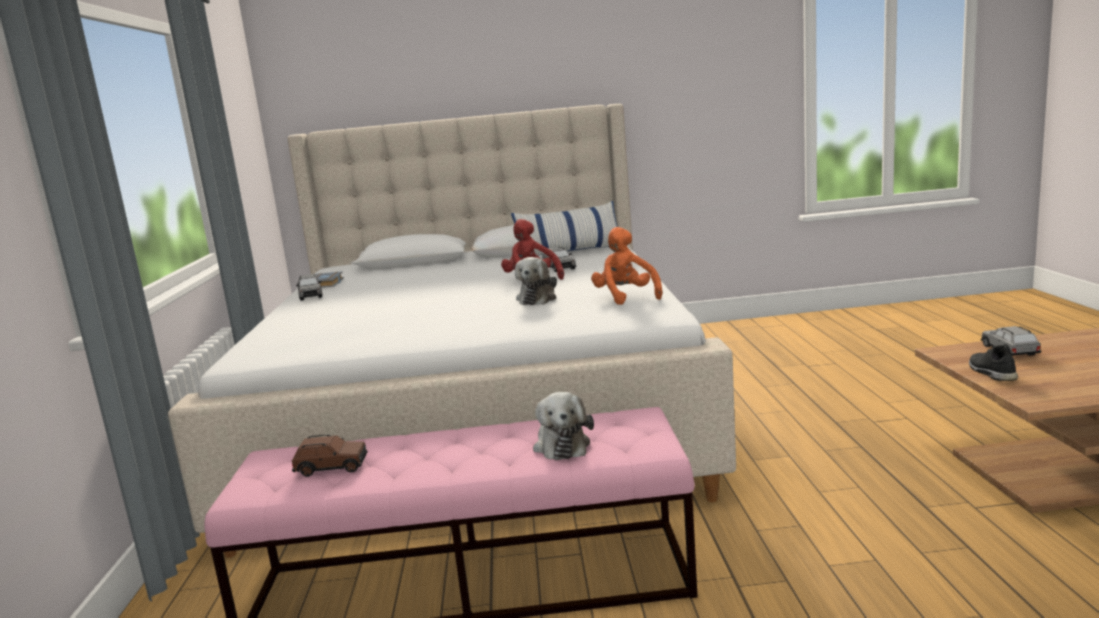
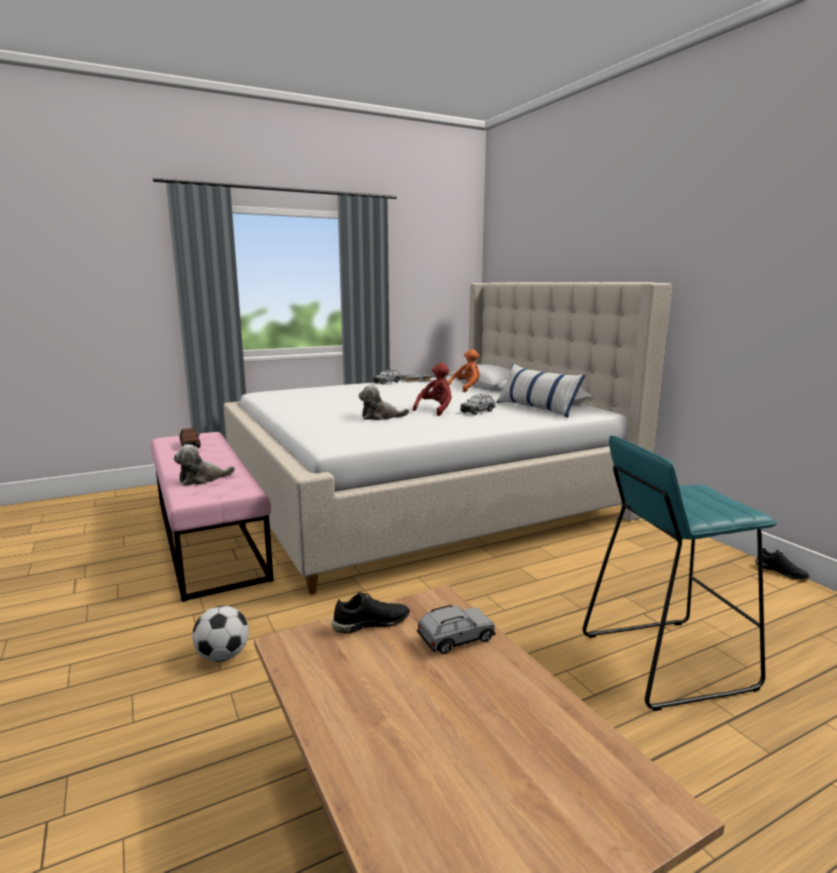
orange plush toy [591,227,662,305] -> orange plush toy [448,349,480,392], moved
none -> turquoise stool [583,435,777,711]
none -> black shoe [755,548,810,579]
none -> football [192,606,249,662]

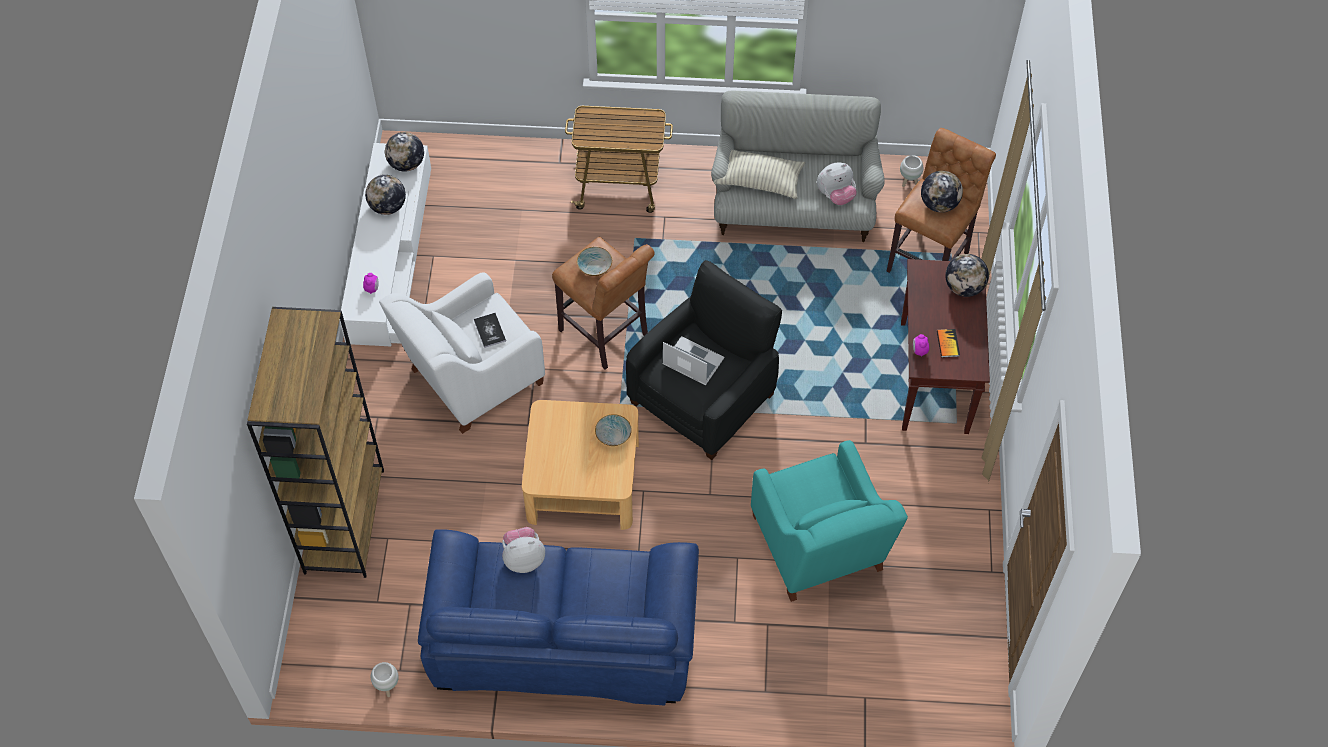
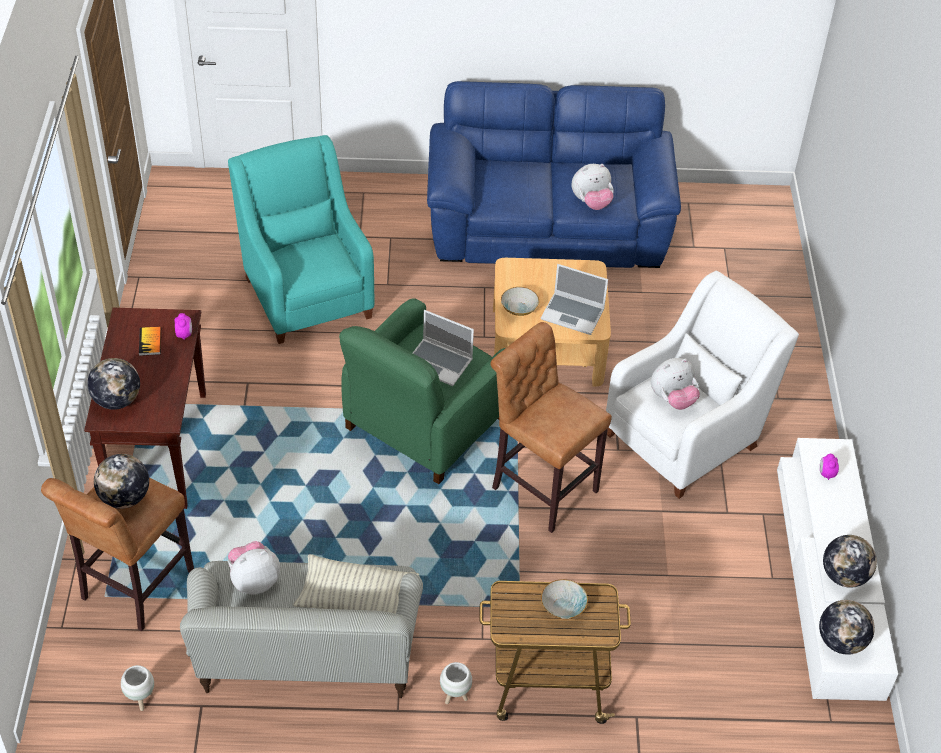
bowl [577,247,612,276] -> bowl [541,579,588,619], moved
black armchair [626,260,782,460] -> green armchair [339,298,505,484]
brown bookcase [247,307,384,578] -> none
book [474,313,506,348] -> plush toy [651,358,700,410]
white planter [371,662,399,697] -> white planter [440,662,472,704], moved
none -> laptop [541,264,608,335]

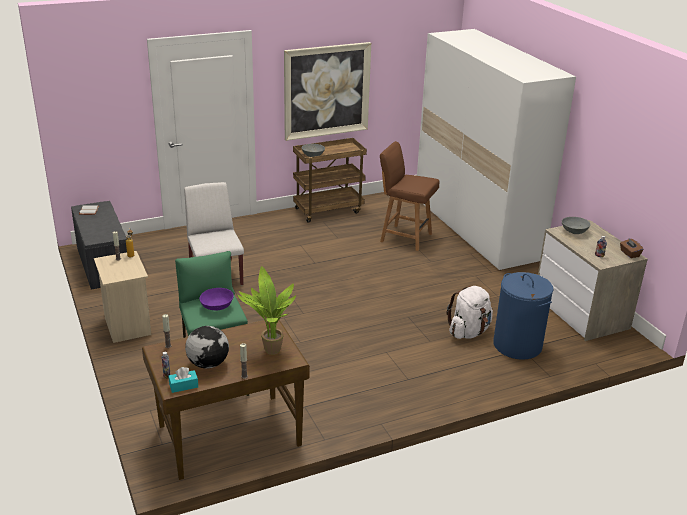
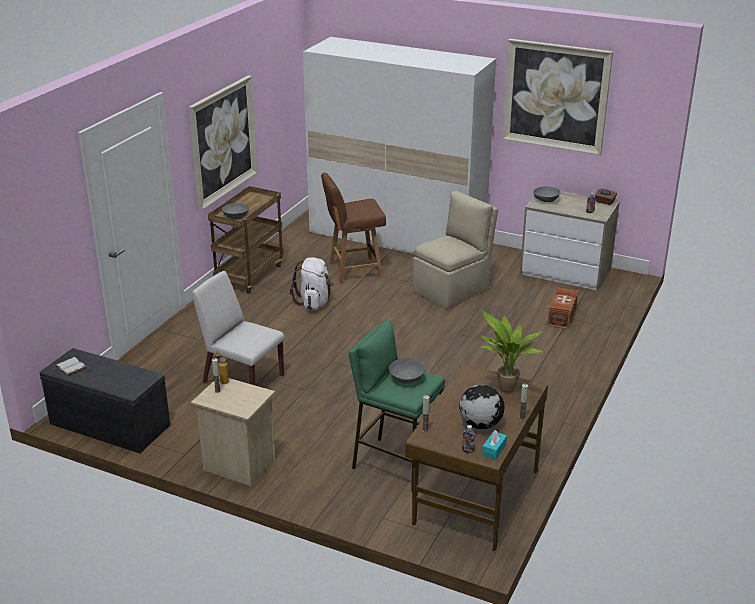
blue laundry basket [493,272,554,360] -> brown storage box [547,287,578,329]
white backpack [446,286,493,339] -> white backpack [290,257,334,310], moved
purple bowl [199,288,234,311] -> grey bowl [389,358,426,384]
none -> picture [502,39,613,155]
none -> beige chair [413,191,498,309]

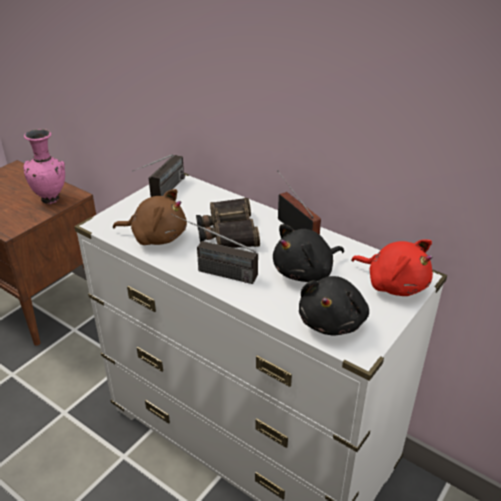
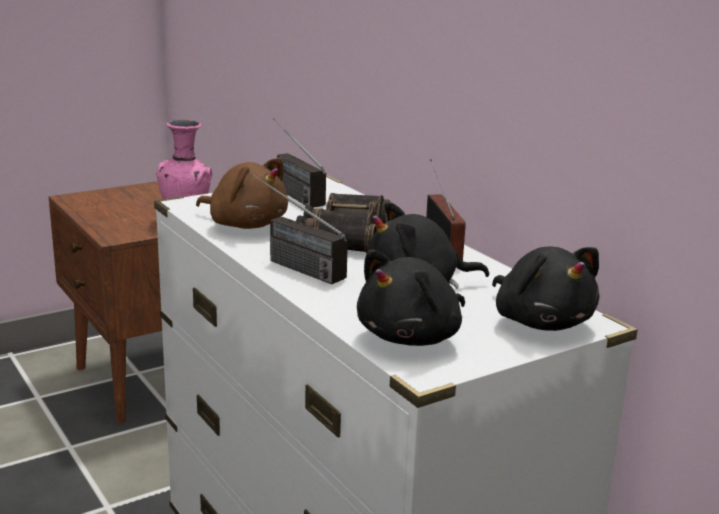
radio [132,154,185,197] -> radio [273,118,326,208], 105 degrees clockwise
red plush toy [351,239,433,296] -> black plush toy [492,247,600,331]

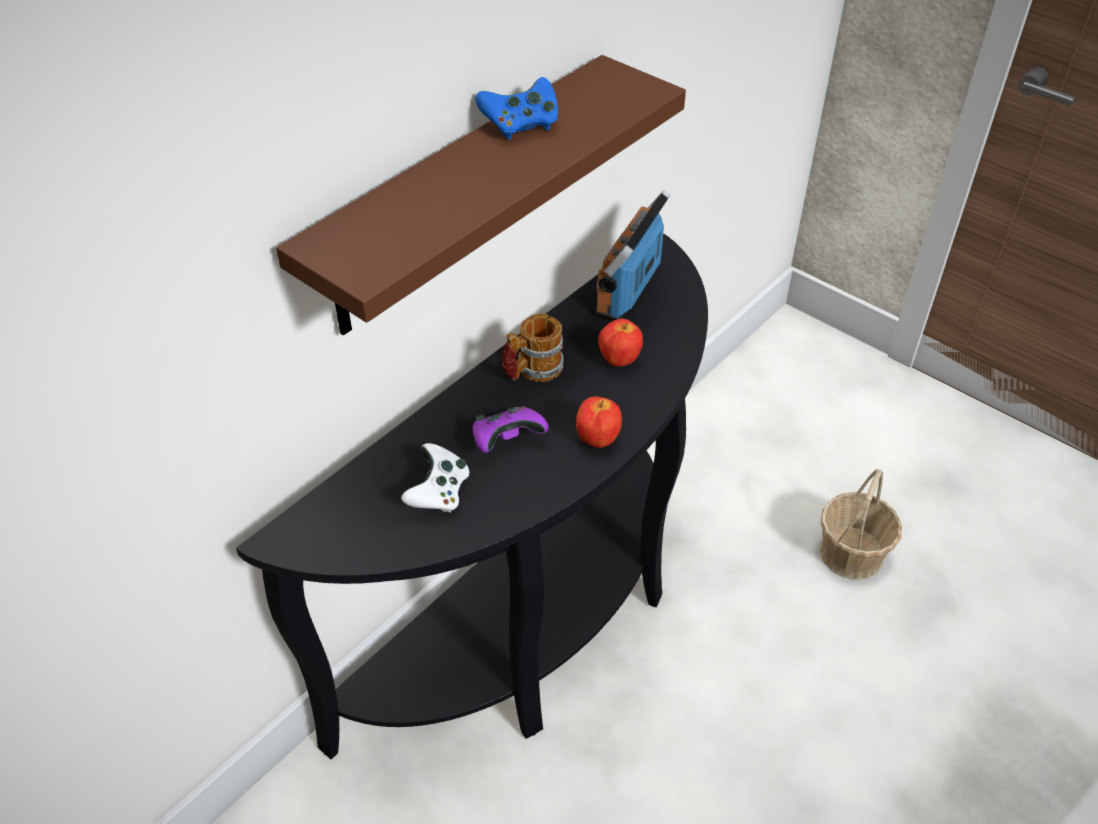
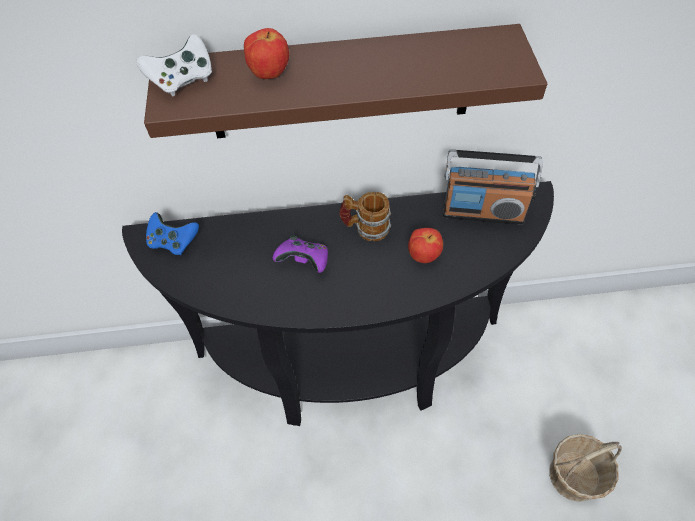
blue game controller [475,77,558,140] -> blue game controller [146,212,199,255], moved
radio [595,190,670,321] -> radio [443,150,543,225], 150 degrees counterclockwise
apple [576,396,622,448] -> apple [244,28,289,79], moved
white game controller [401,443,469,513] -> white game controller [136,34,212,97], moved

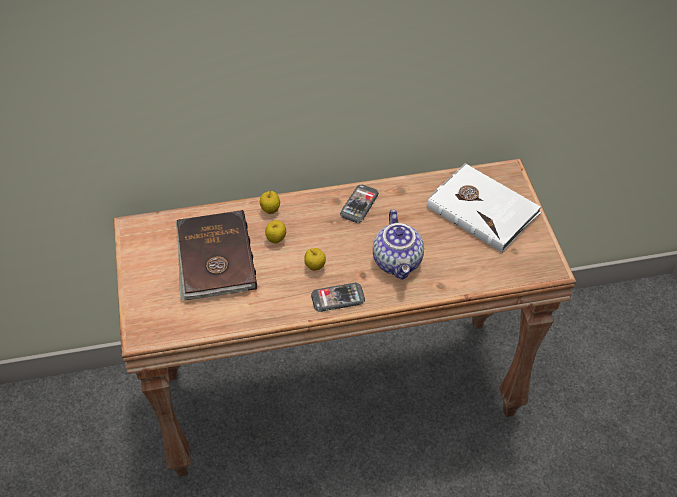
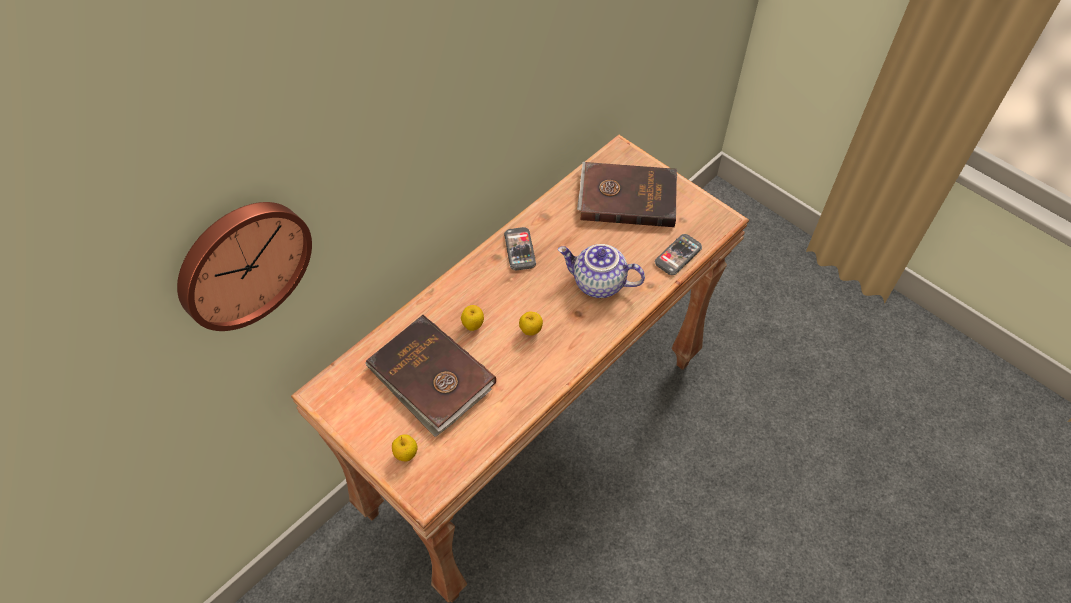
white book [427,163,541,253] -> brown book [577,162,677,227]
apple [260,190,280,214] -> apple [392,434,418,462], moved
teapot [373,210,424,280] -> teapot [558,244,645,298], 150 degrees clockwise
phone [311,283,365,312] -> phone [655,234,702,275], moved
none -> wall clock [177,202,312,331]

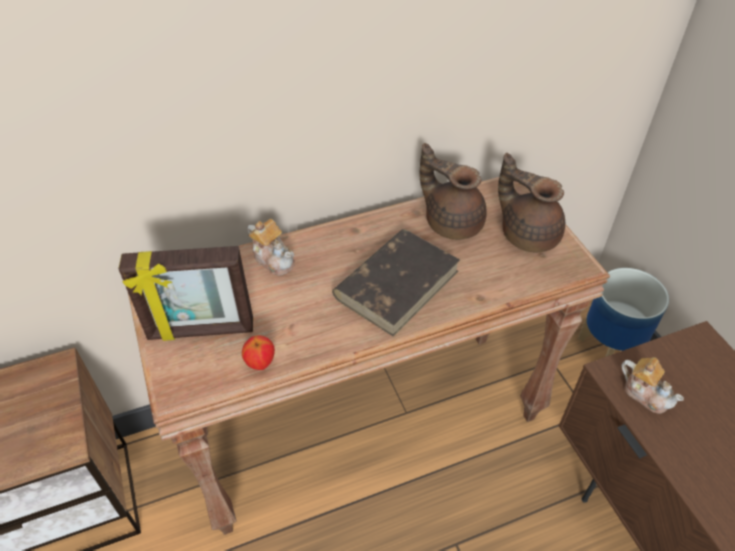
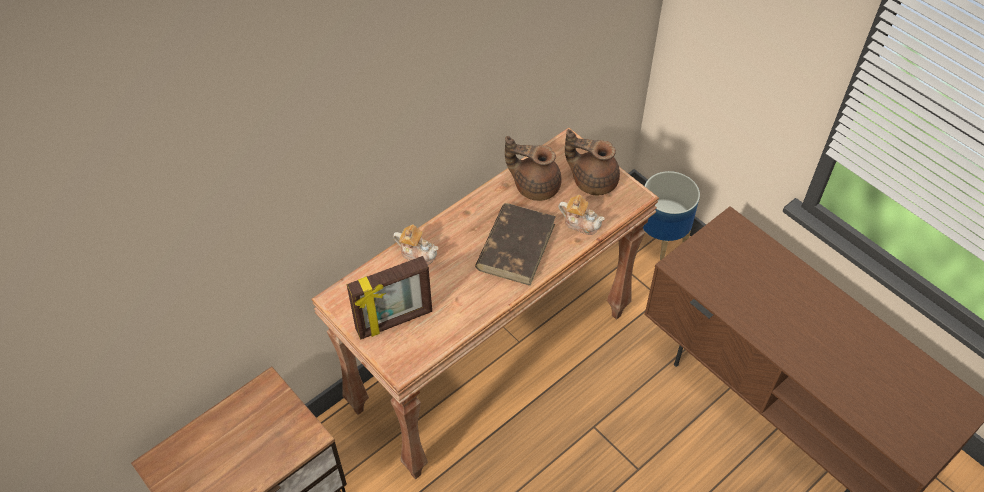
apple [242,335,275,370] -> none
teapot [621,357,684,414] -> teapot [558,195,605,235], moved

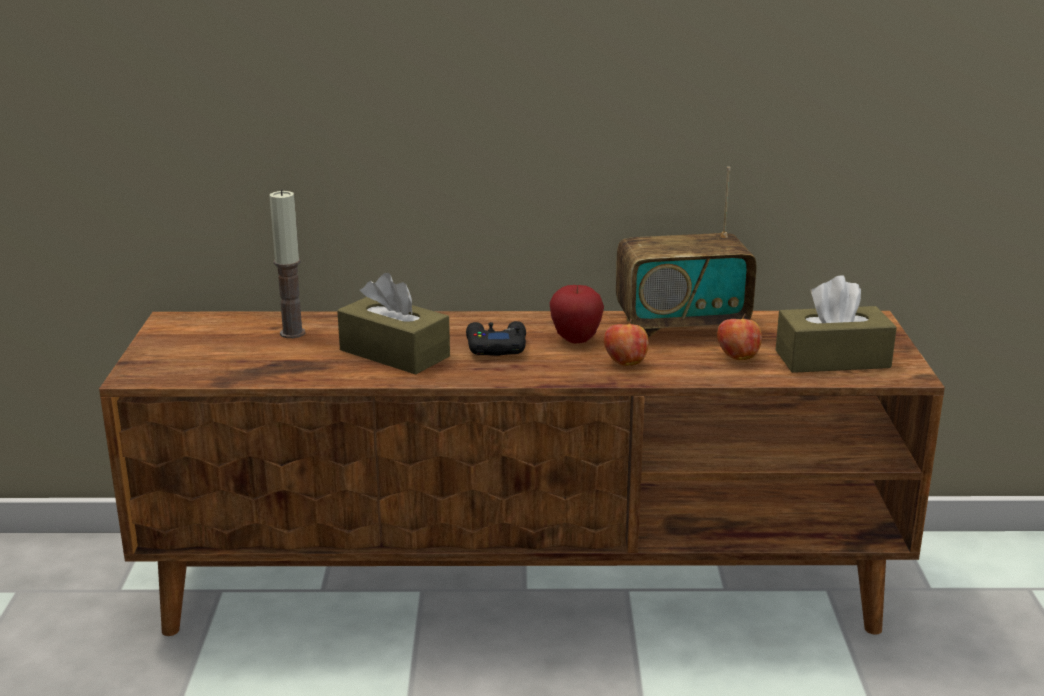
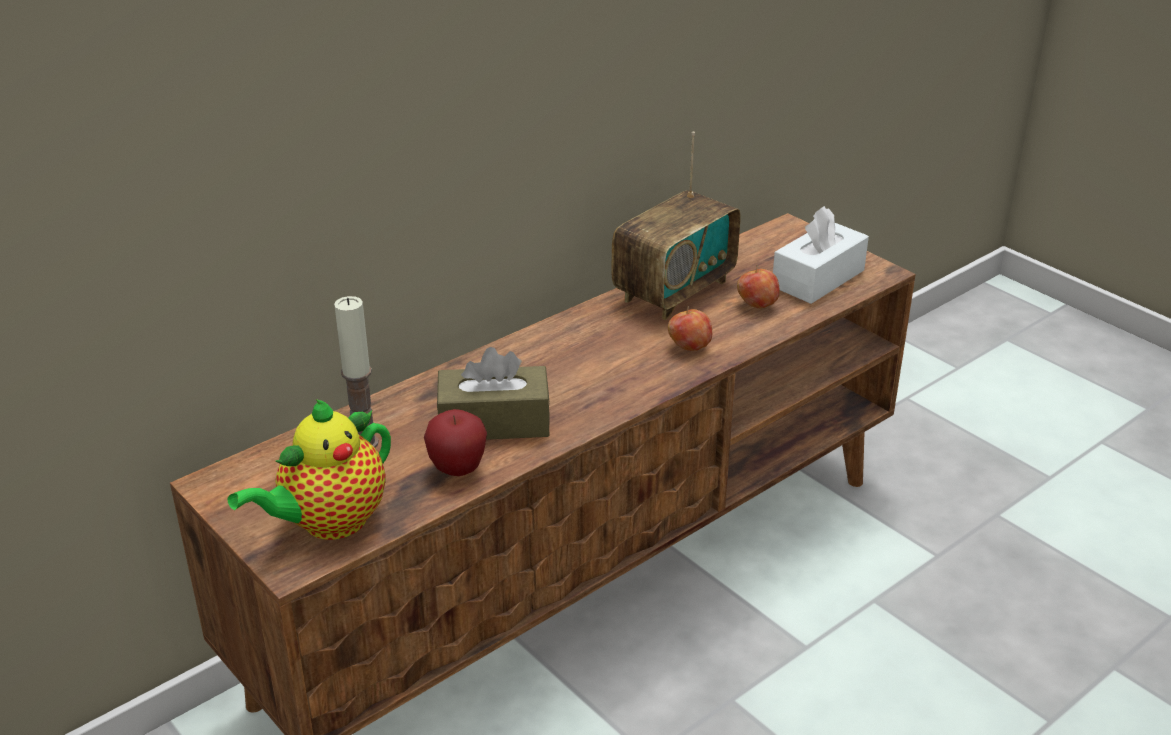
brown tissue box [776,275,897,373] -> white tissue box [773,206,869,304]
apple [549,285,604,343] -> apple [424,409,487,476], moved
black game controller [466,321,526,356] -> none
none -> teapot [227,399,391,540]

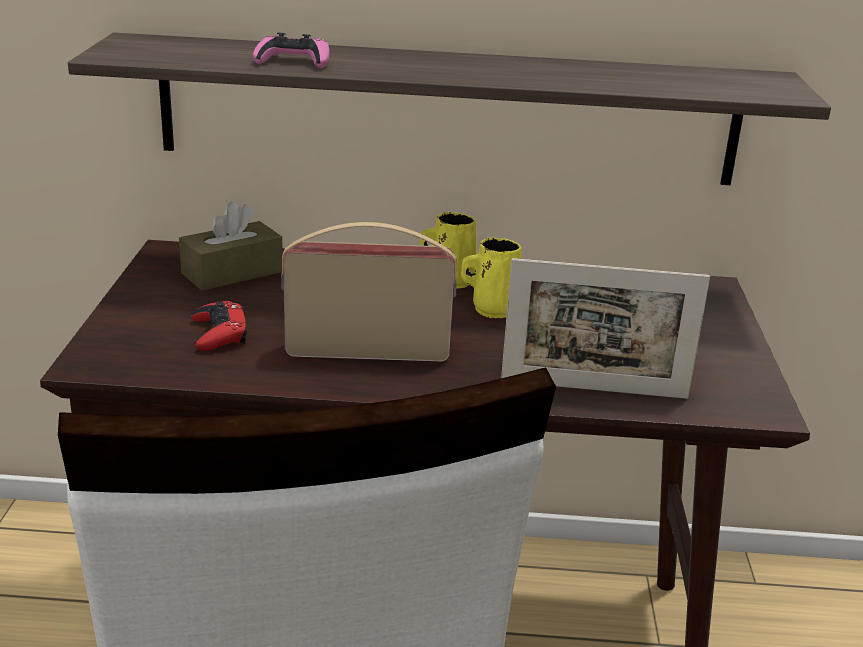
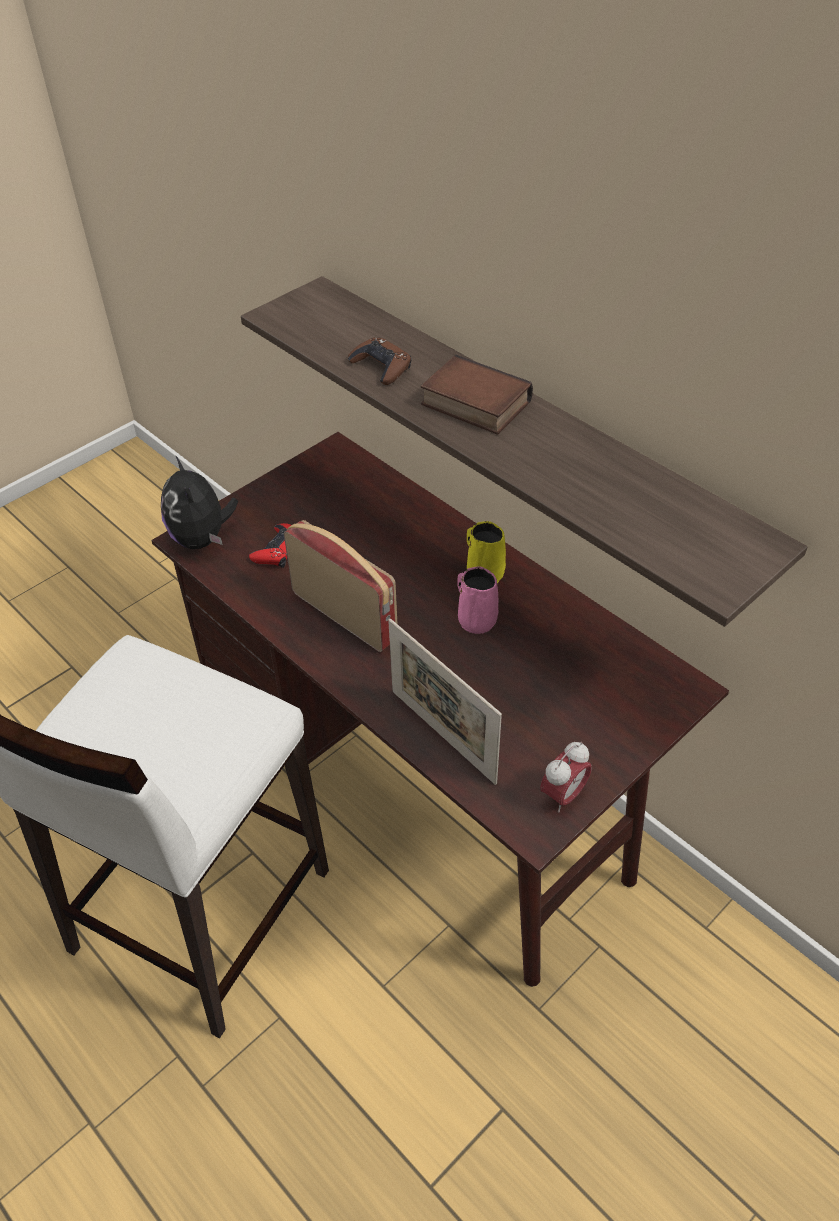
pink game controller [253,33,330,68] -> brown game controller [348,337,411,385]
brown tissue box [179,202,283,291] -> none
yellow mug [461,238,522,318] -> pink mug [457,566,498,634]
none -> book [421,355,533,434]
none -> plush toy [161,455,238,549]
none -> alarm clock [540,742,592,812]

